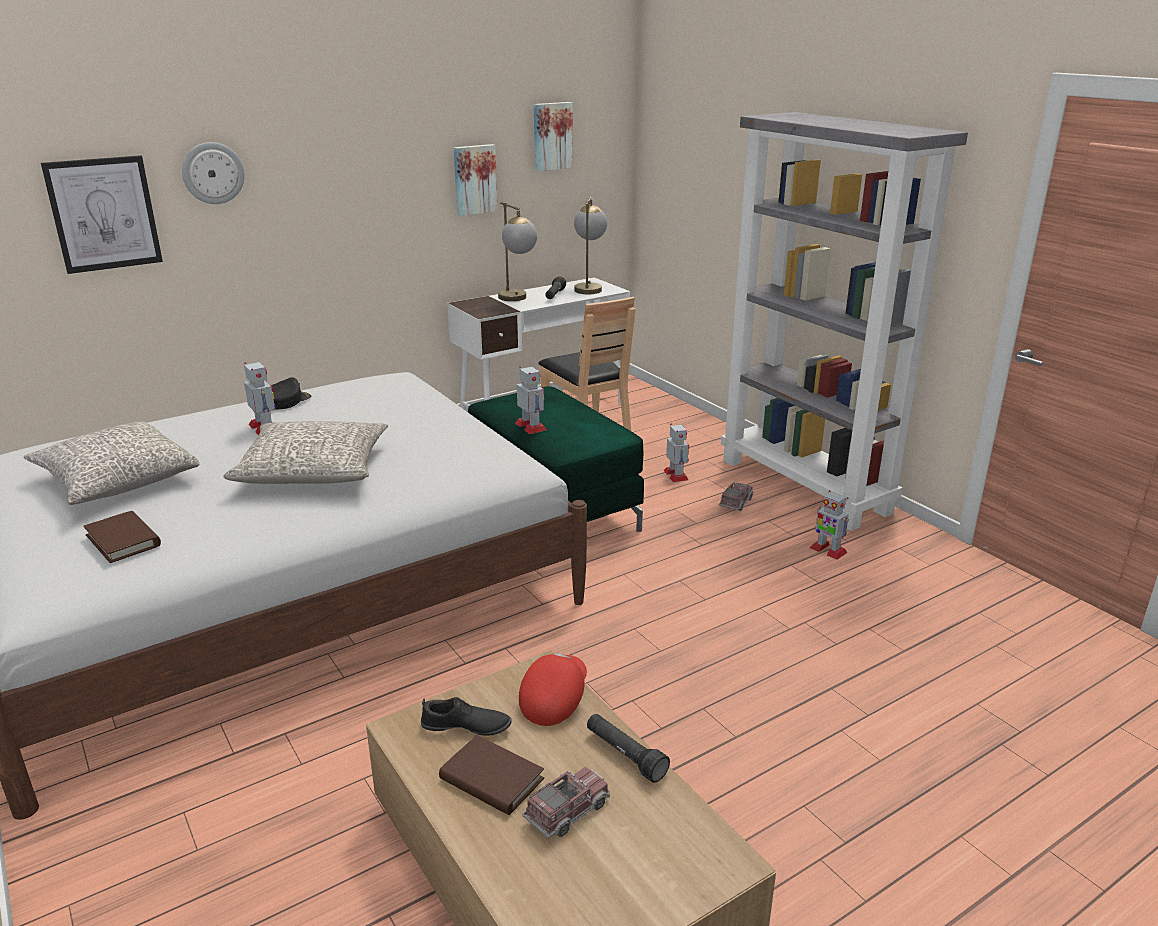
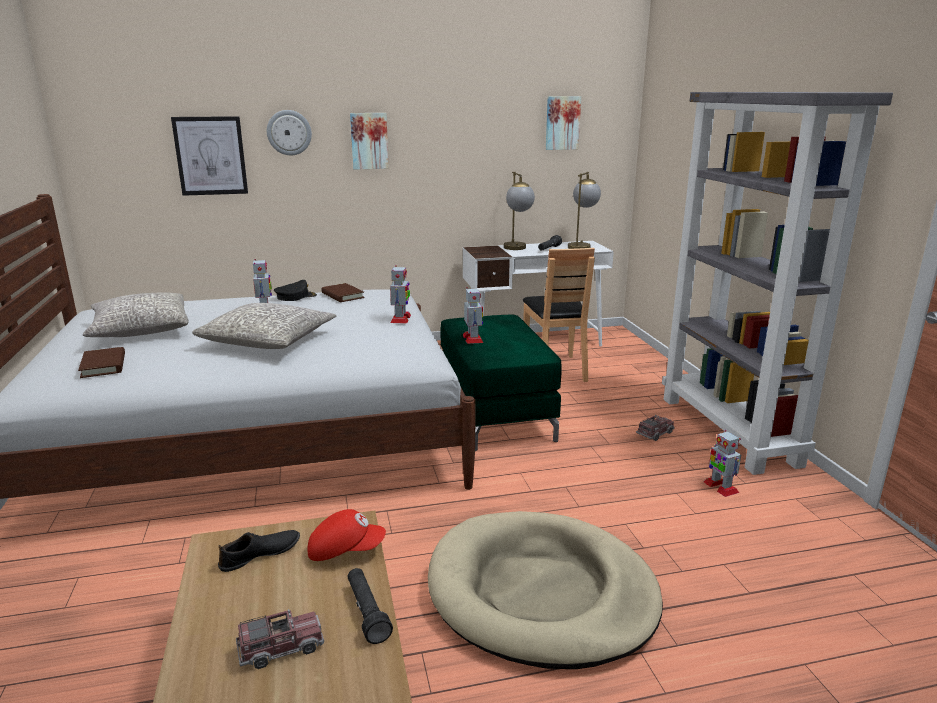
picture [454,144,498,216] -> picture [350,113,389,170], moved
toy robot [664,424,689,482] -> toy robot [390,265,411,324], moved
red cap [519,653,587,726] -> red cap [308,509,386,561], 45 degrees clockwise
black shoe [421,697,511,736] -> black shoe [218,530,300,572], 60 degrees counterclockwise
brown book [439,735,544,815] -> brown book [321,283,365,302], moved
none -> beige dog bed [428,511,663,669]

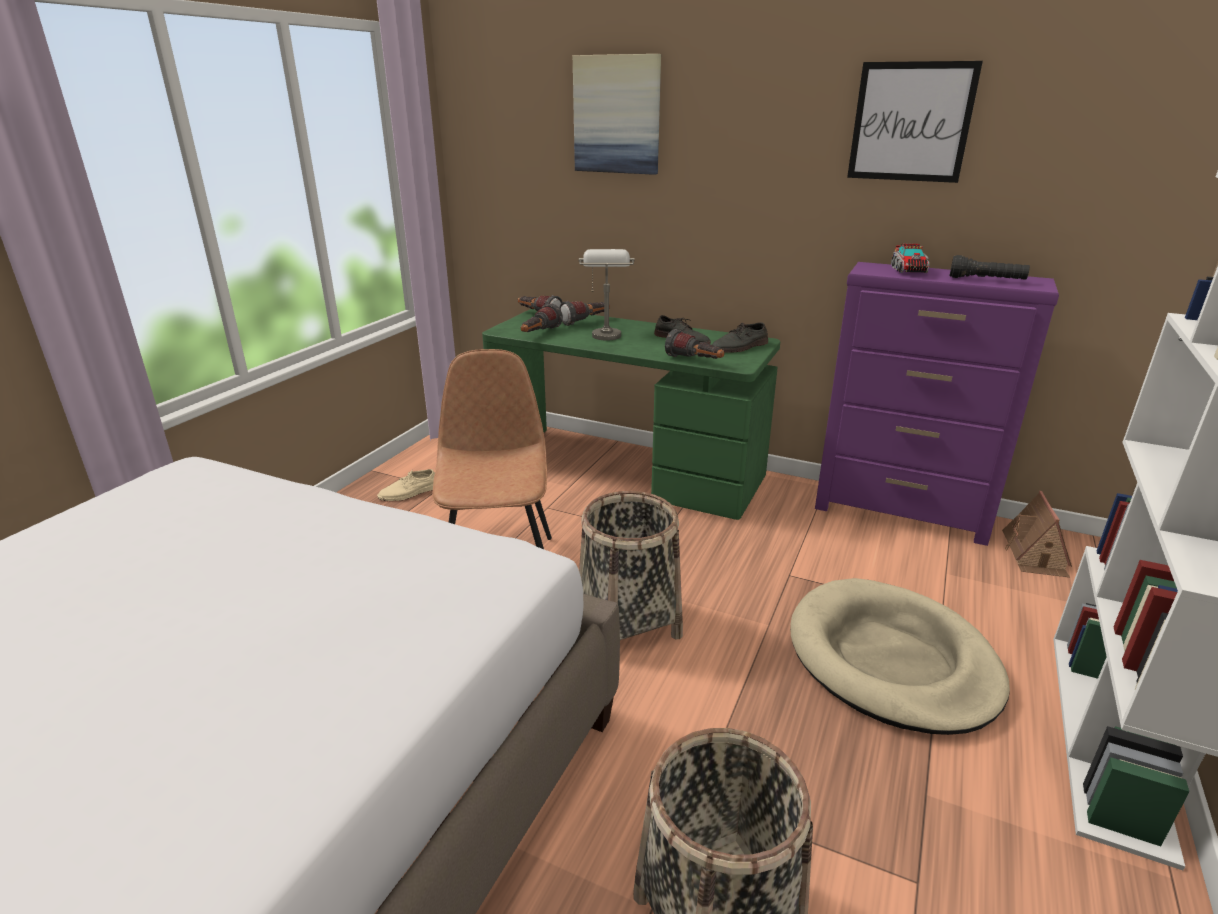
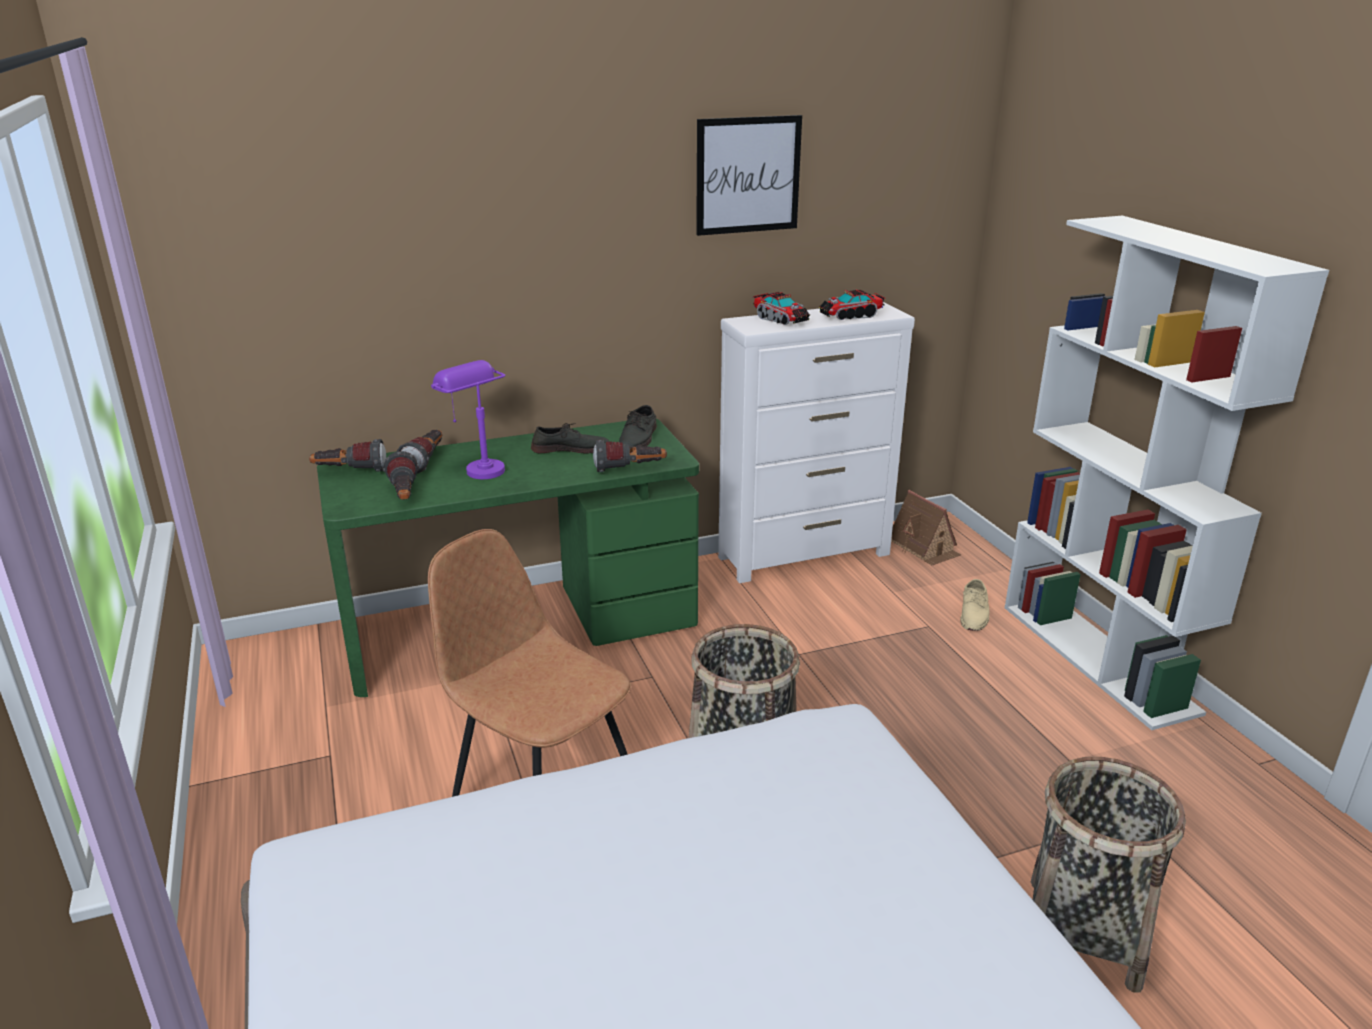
picture [573,54,661,175] -> none
grey table lamp [579,249,634,341] -> purple table lamp [431,360,506,479]
black flashlight [950,255,1030,280] -> toy truck [819,290,886,320]
purple dresser [815,262,1059,546] -> white dresser [718,302,915,583]
beige shoe [377,469,435,501] -> beige shoe [960,579,990,631], moved
beige dog bed [790,578,1010,735] -> none

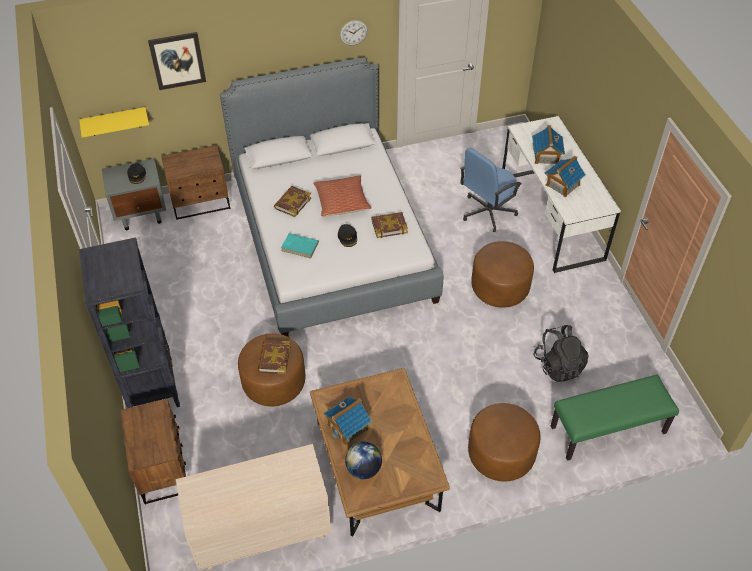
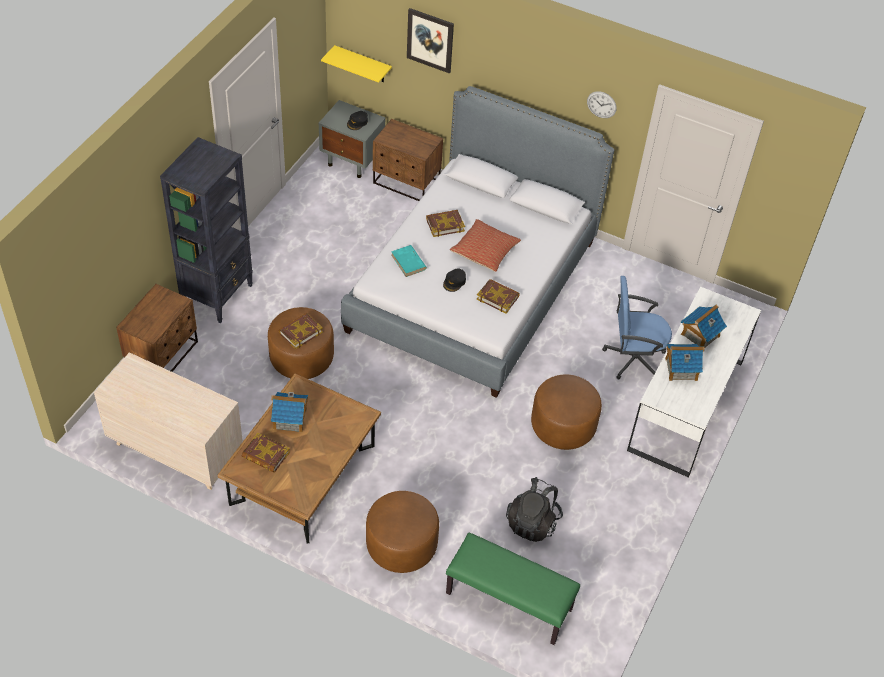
globe [345,442,382,479] -> book [242,433,290,473]

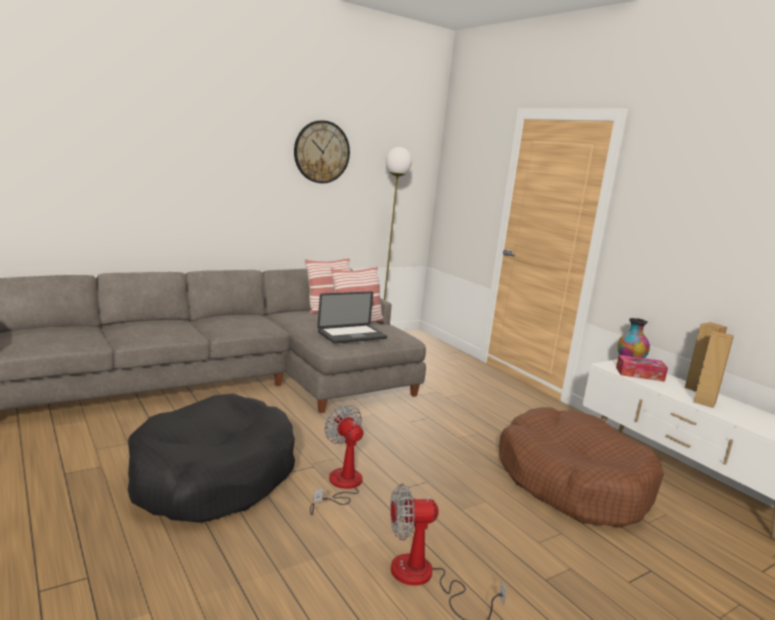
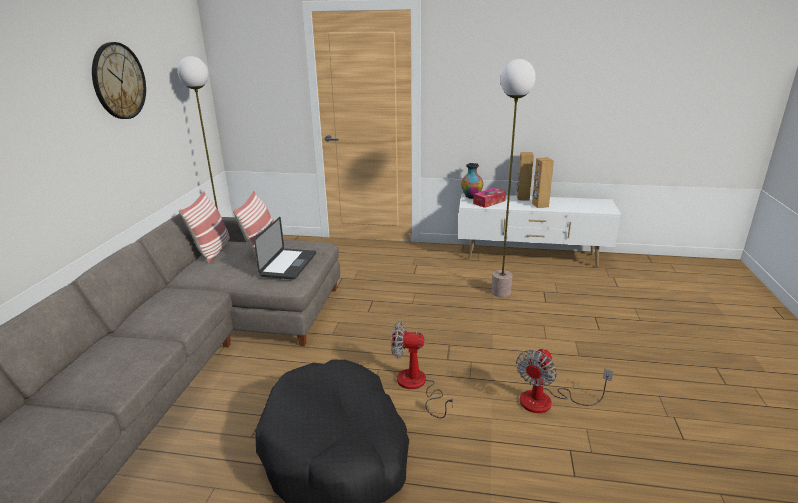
brown dog bed [499,407,664,528] -> floor lamp [492,59,536,297]

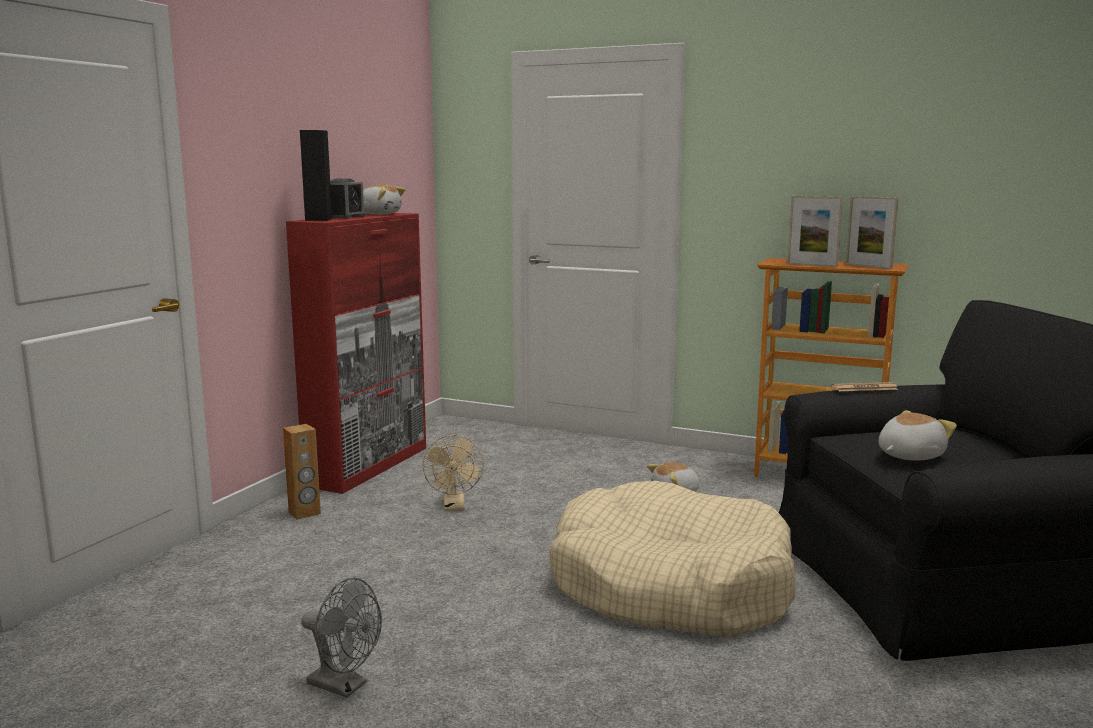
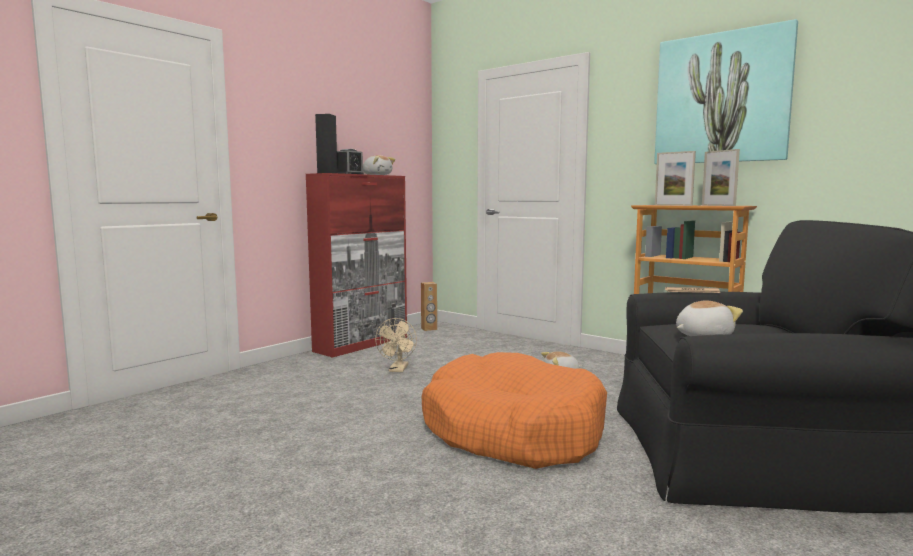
brown speaker [283,424,321,520] -> brown speaker [421,282,437,331], moved
beige dog bed [549,481,796,637] -> orange dog bed [422,352,607,469]
grey fan [301,578,382,698] -> none
none -> picture [654,19,798,164]

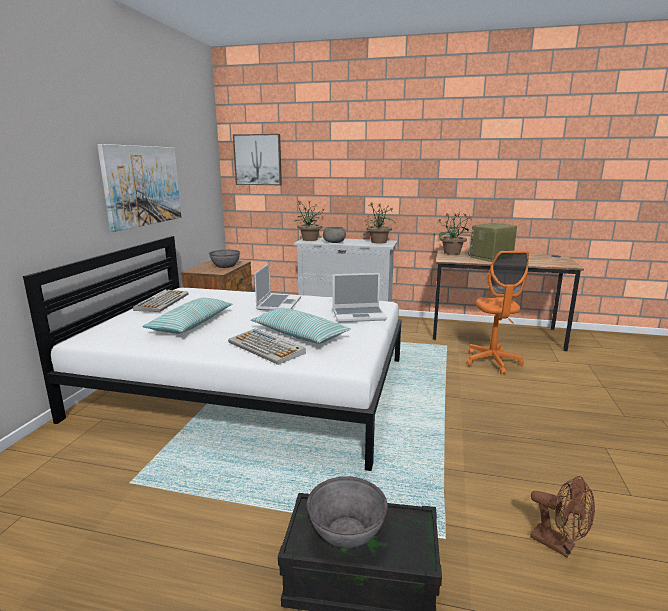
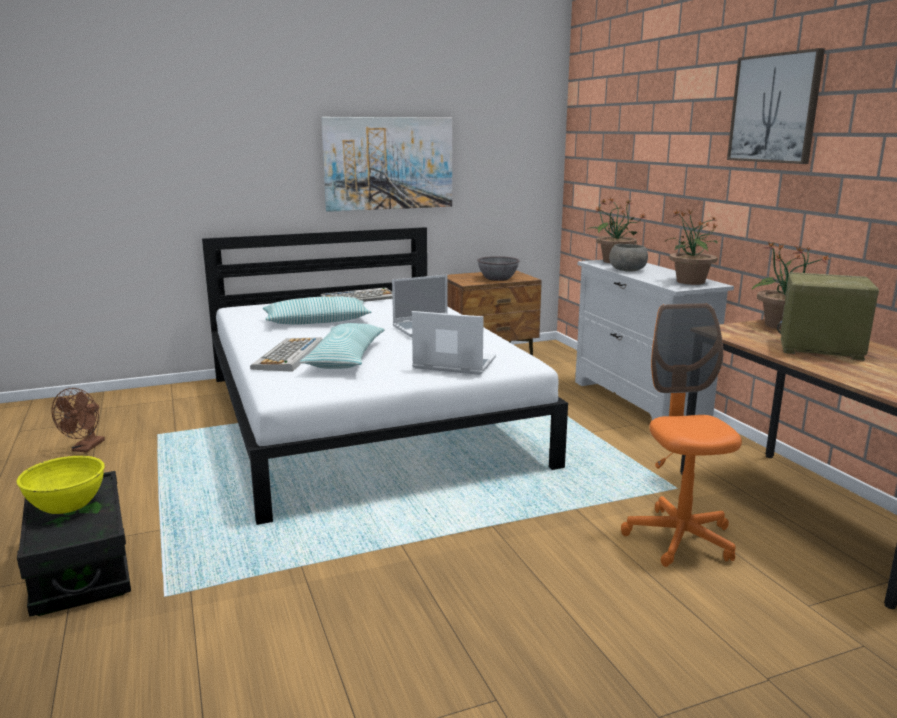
picture [233,134,282,185] -> picture [727,48,825,164], moved
orange office chair [466,251,529,375] -> orange office chair [621,303,742,567], 120 degrees clockwise
laptop [333,273,387,322] -> laptop [412,311,496,375], 150 degrees clockwise
grey bowl [307,476,388,549] -> yellow bowl [16,456,105,514]
brown fan [531,476,595,557] -> brown fan [51,388,105,452], moved

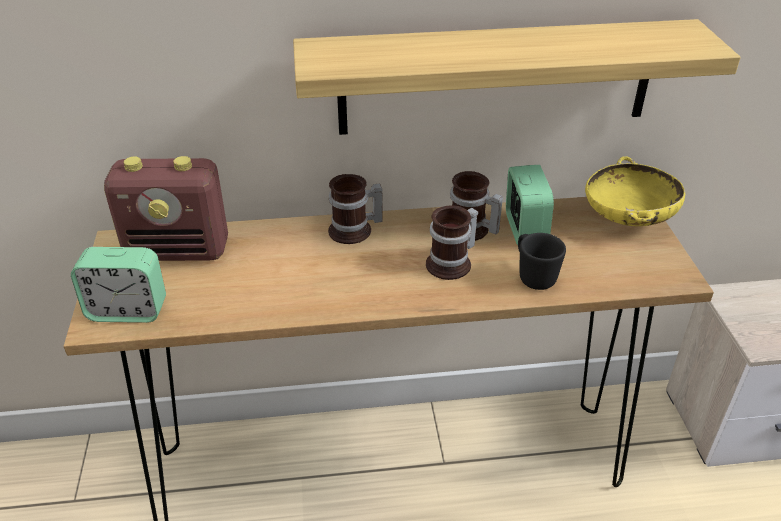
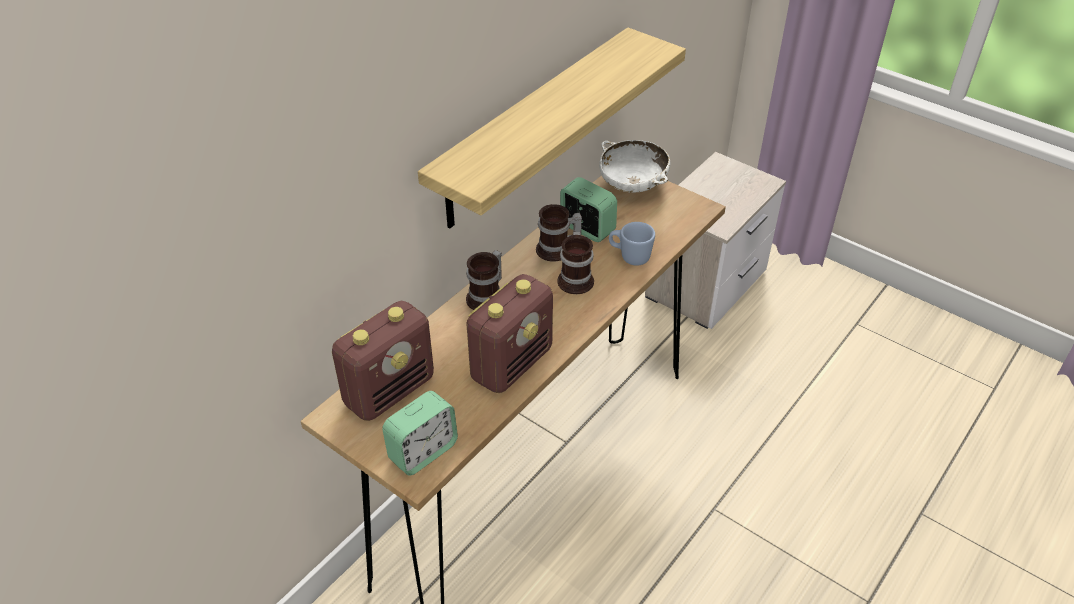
yellow bowl [585,156,685,226] -> white bowl [599,140,670,192]
black mug [518,233,566,290] -> blue mug [609,222,655,266]
none -> radio [466,274,553,393]

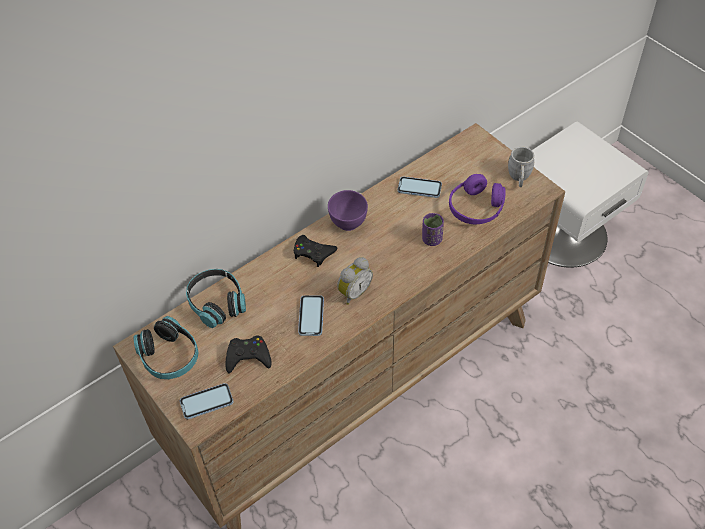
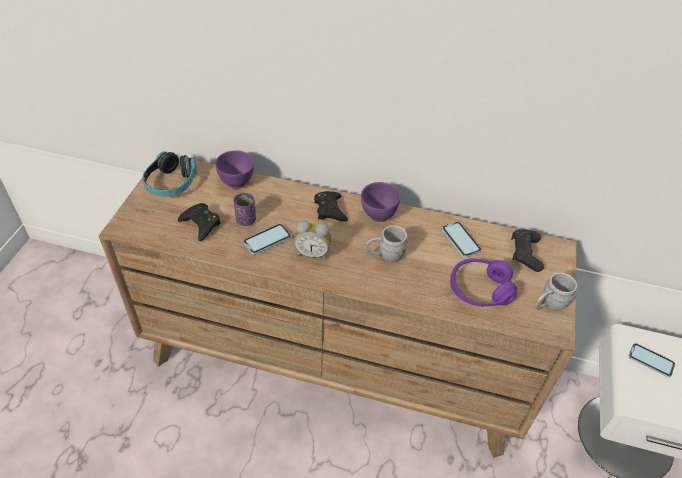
purple cup [422,213,444,246] -> purple cup [234,193,256,226], moved
headphones [186,269,246,328] -> purple bowl [215,150,254,189]
phone [180,383,234,419] -> phone [629,343,675,377], moved
none -> grey mug [365,225,408,262]
none -> black game controller [511,229,544,272]

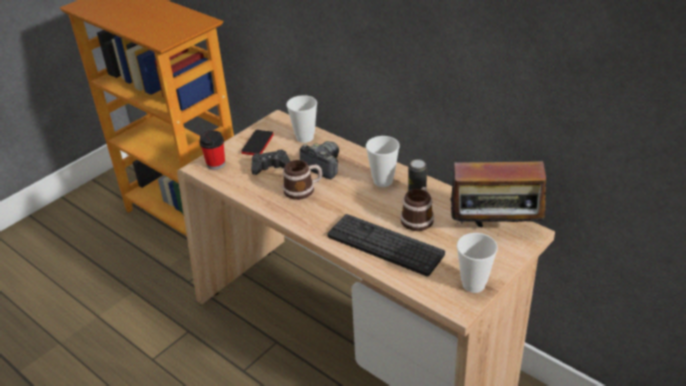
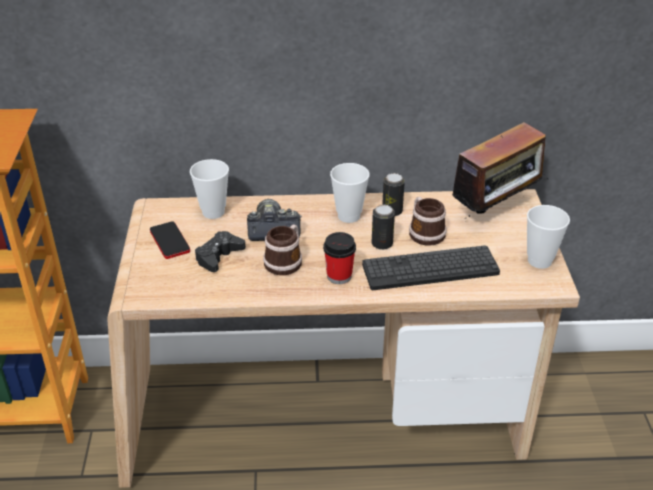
cup [199,130,225,170] -> cup [323,232,356,284], moved
none -> can [372,205,395,250]

